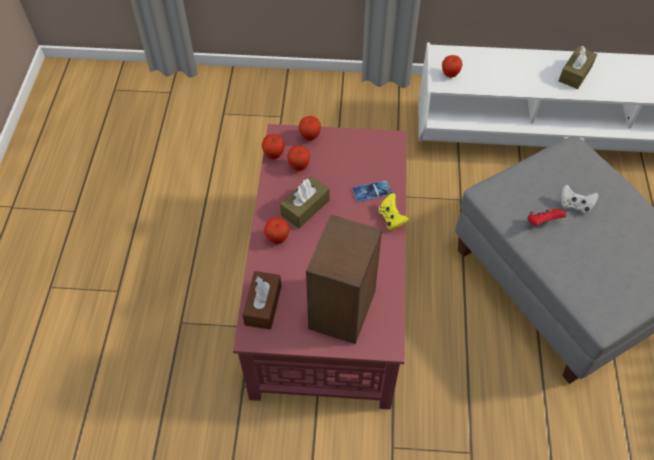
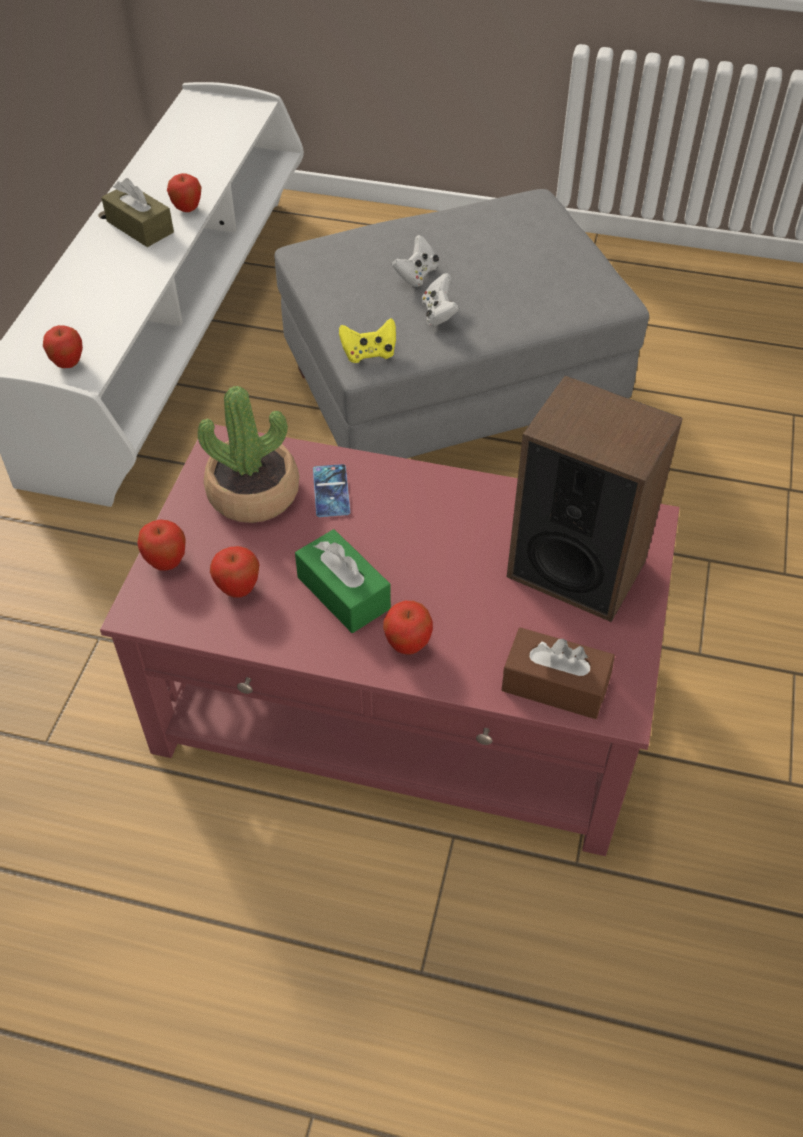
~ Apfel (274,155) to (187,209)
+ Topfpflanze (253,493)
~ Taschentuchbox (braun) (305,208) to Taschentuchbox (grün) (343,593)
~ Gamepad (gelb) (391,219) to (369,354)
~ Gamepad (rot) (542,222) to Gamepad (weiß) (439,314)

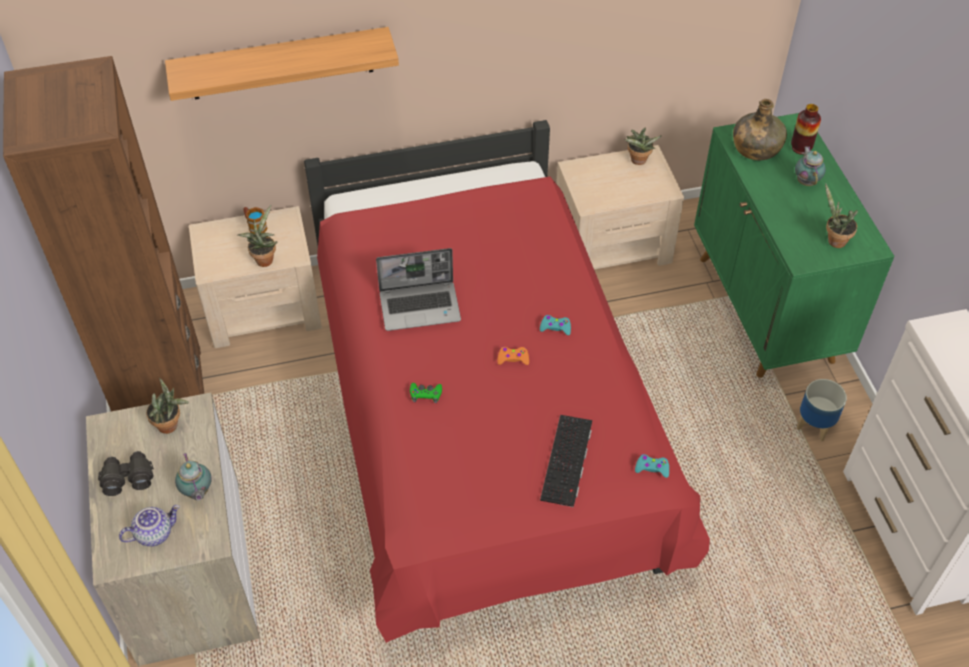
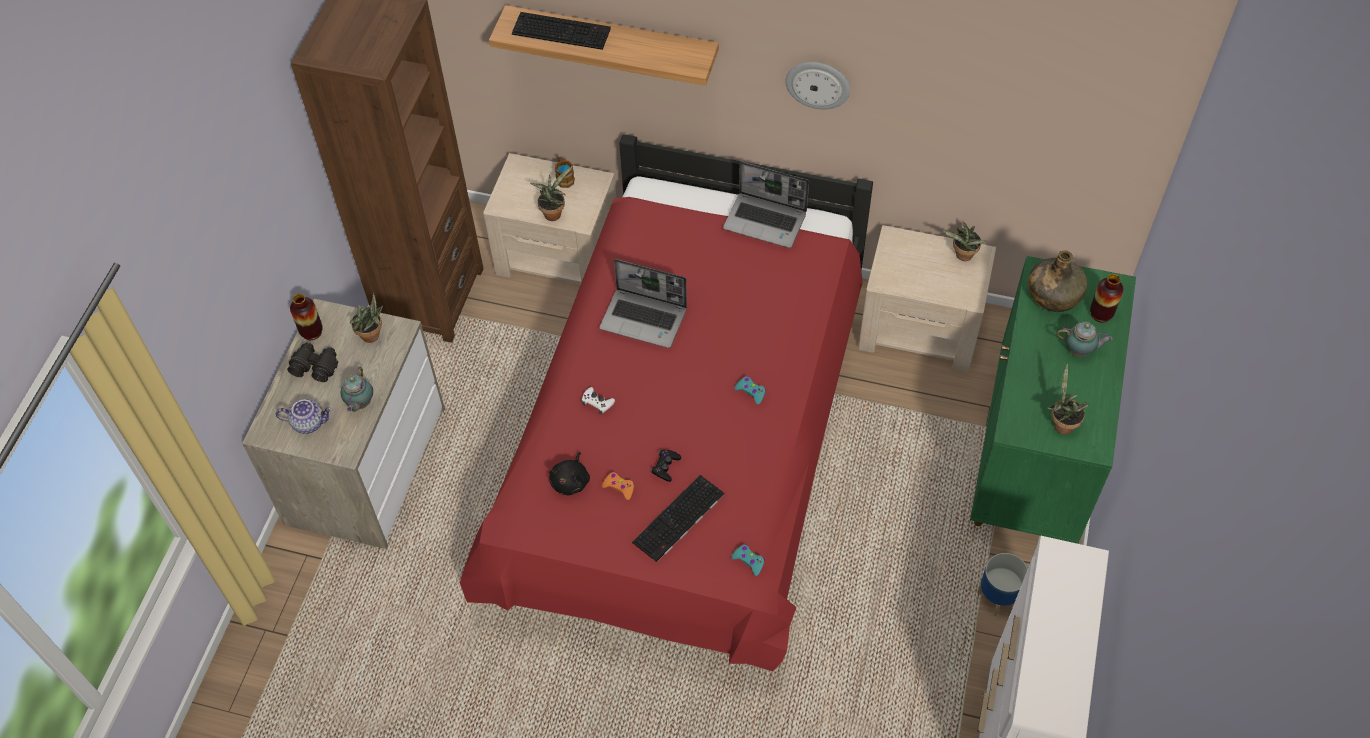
+ Vase (312,332)
+ Tastatur (562,30)
+ Plüschtier (schwarz) (571,481)
~ Gamepad (grün) (425,394) to Gamepad (weiß) (597,402)
~ Gamepad (orange) (513,358) to (619,487)
+ Gamepad (schwarz) (665,466)
+ Laptop (766,221)
+ Wanduhr (818,84)
~ Teekanne (806,181) = (1080,351) 75 degrees clockwise

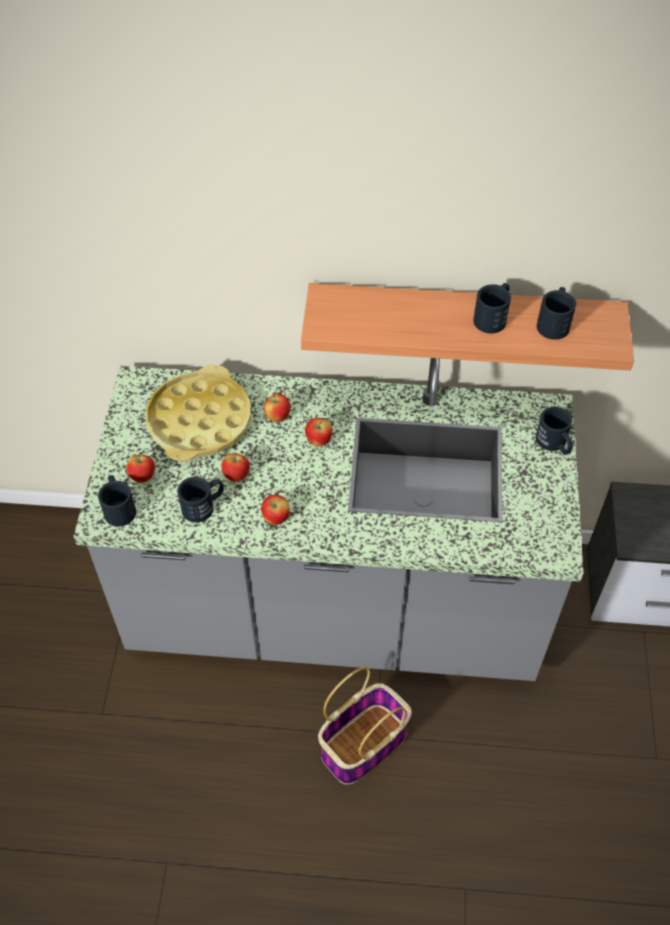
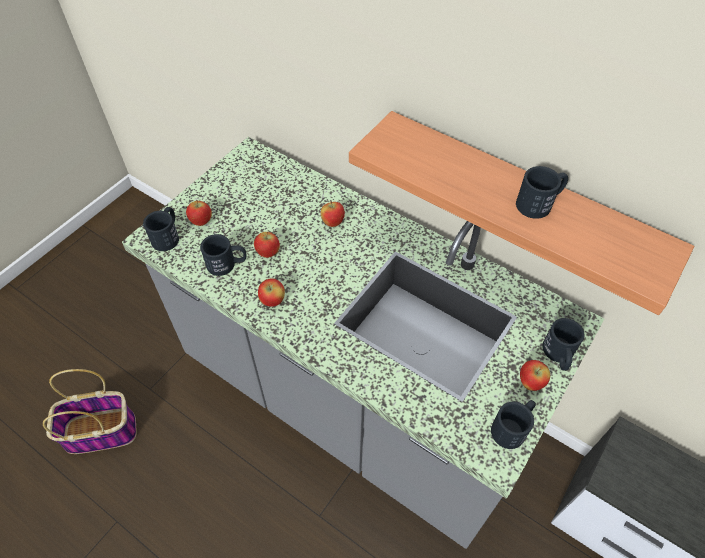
~ Korb (364,743) to (102,431)
~ Henkelbecher (schwarz) (554,322) to (513,427)
~ Apfel (318,441) to (530,382)
- Tablett (gelb) (199,421)

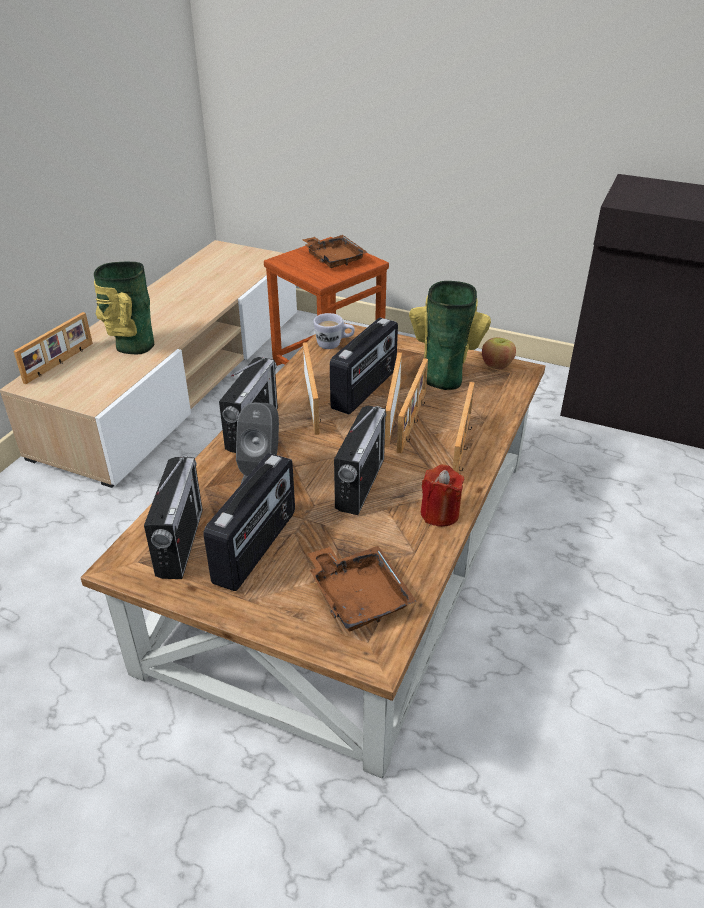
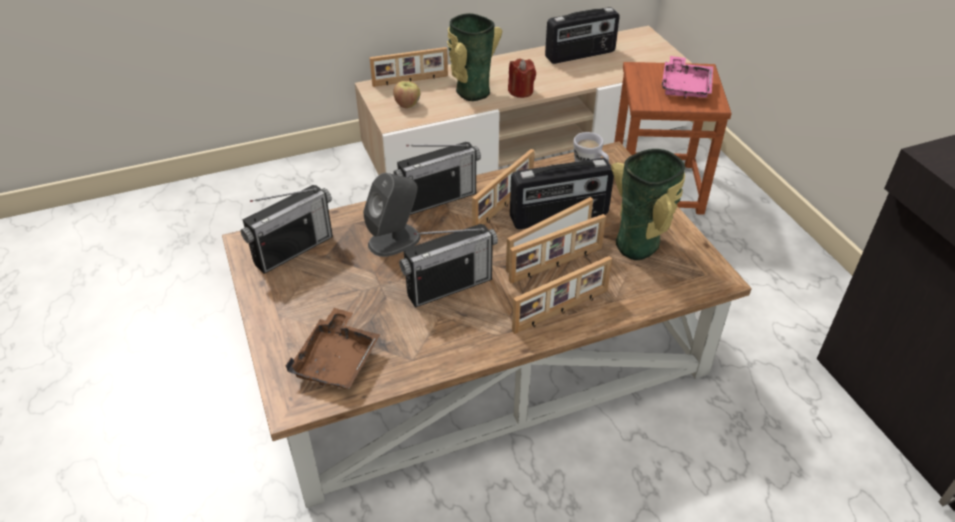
~ Apfel (496,365) to (407,104)
~ Kerze (rot) (439,514) to (521,91)
~ Radio (257,547) to (580,55)
~ Tablett (braun) (334,258) to Tablett (rosa) (685,86)

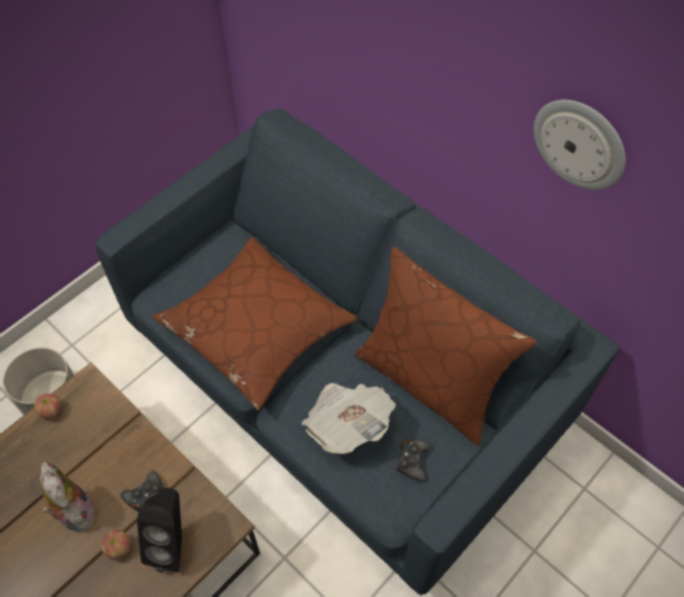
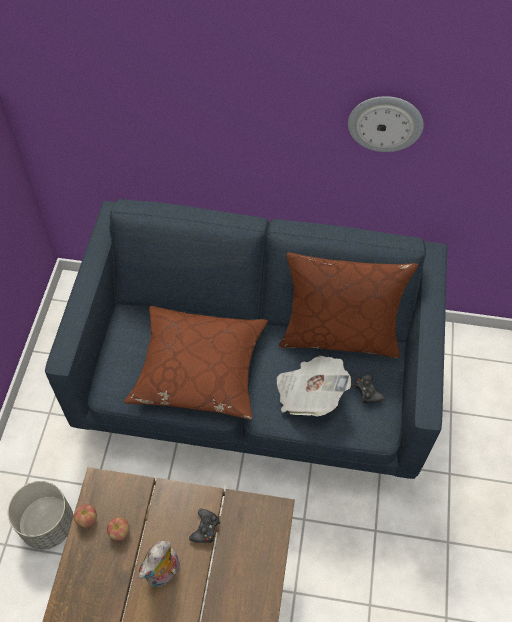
~ Apfel (119,548) to (120,532)
~ Plüschtier (74,511) = (164,573) 75 degrees counterclockwise
- Lautsprecher (schwarz) (173,542)

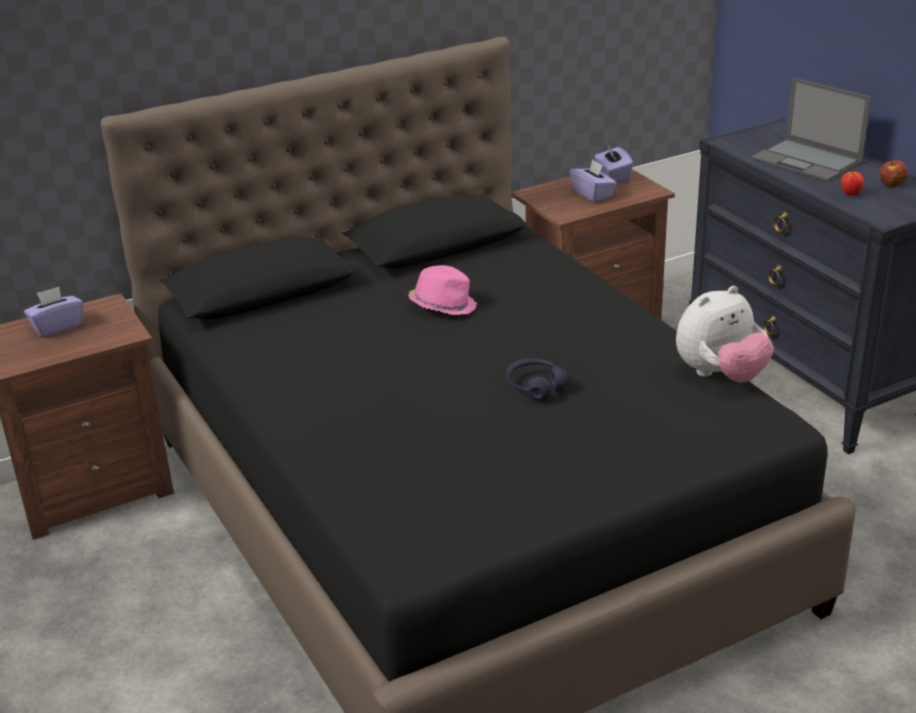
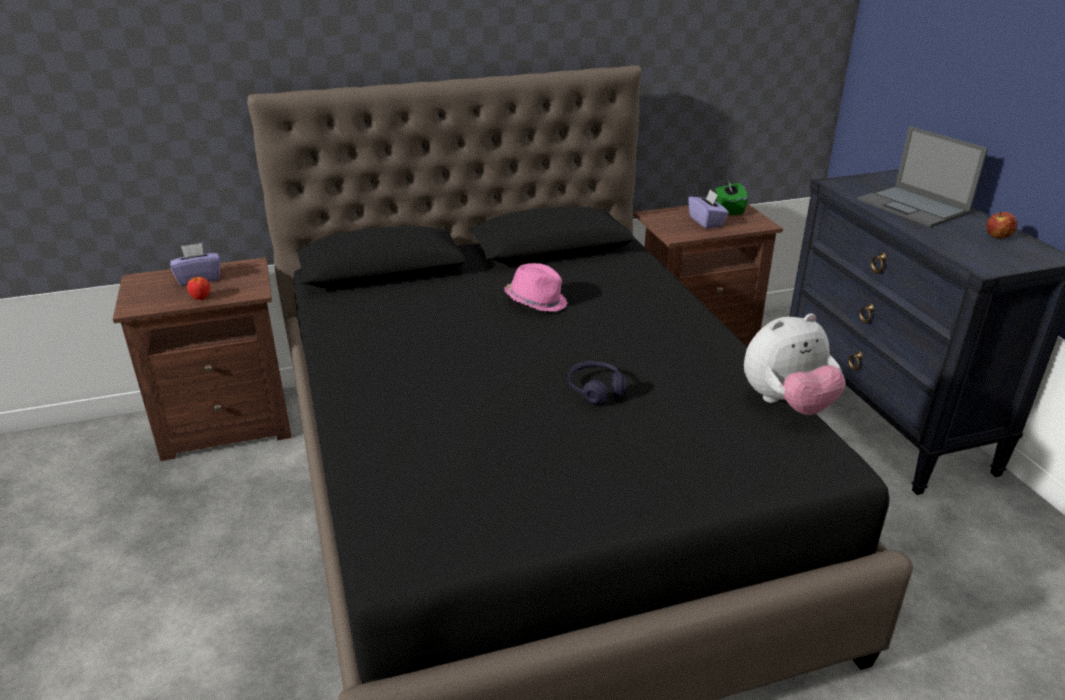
~ Apfel (850,194) to (201,298)
~ Taschentuchbox (lila) (612,177) to Taschentuchbox (grün) (729,209)

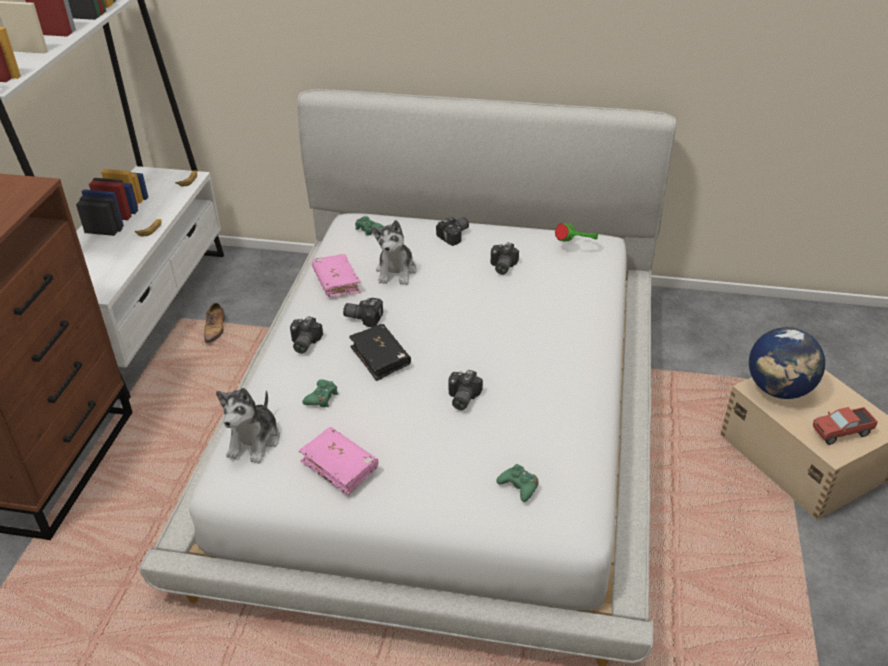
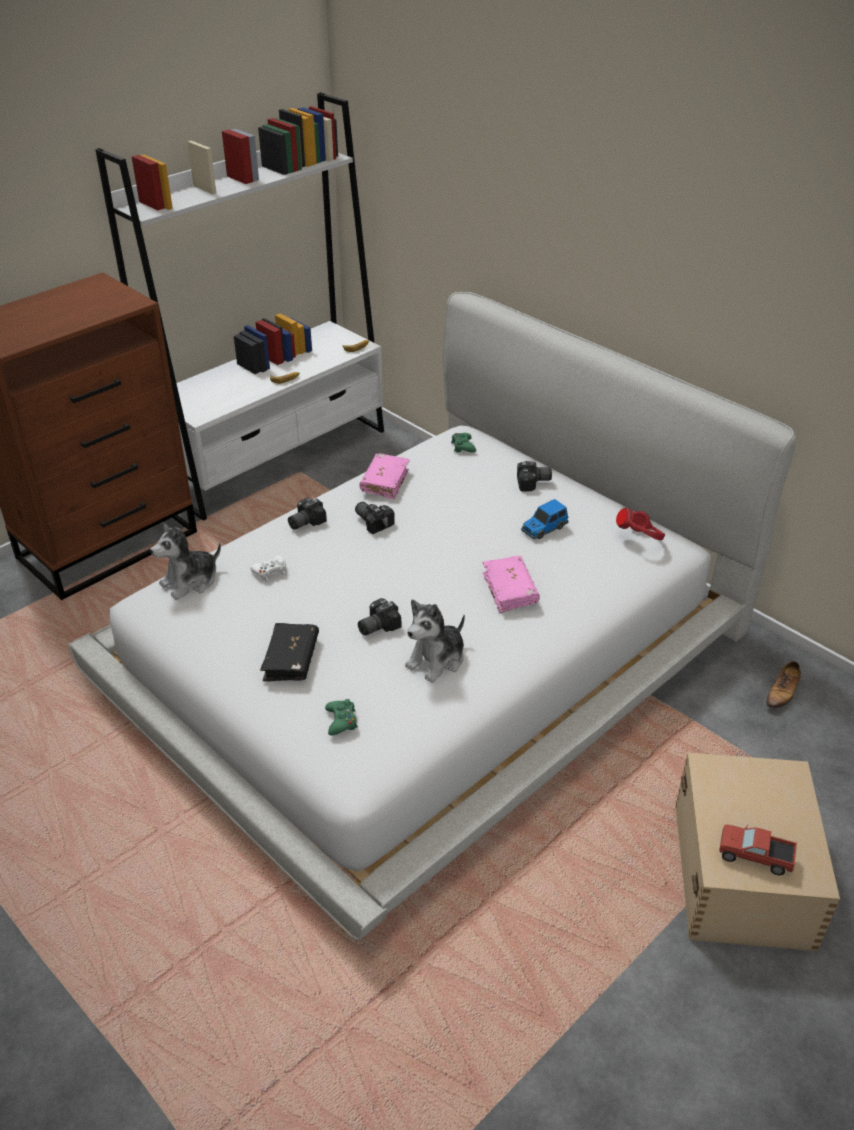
~ Gamepad (grün) (322,398) to Gamepad (weiß) (270,572)
~ Buch (schwarz) (380,358) to (291,659)
~ Plüschtier (396,271) to (437,660)
~ Buch (rosa) (339,466) to (510,590)
~ Kamera (501,266) to Spielzeugauto (543,528)
~ Kopfhörer (grün) (575,246) to Kopfhörer (rot) (640,540)
~ Schuh (215,329) to (782,692)
- Globus (778,390)

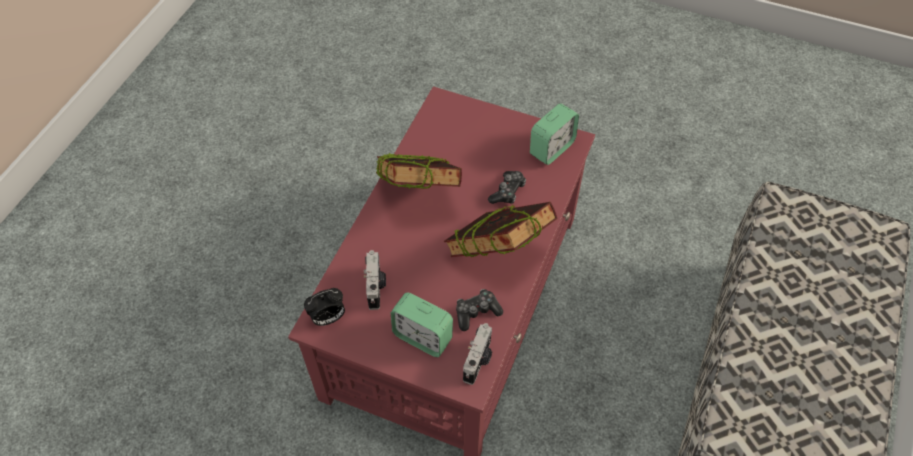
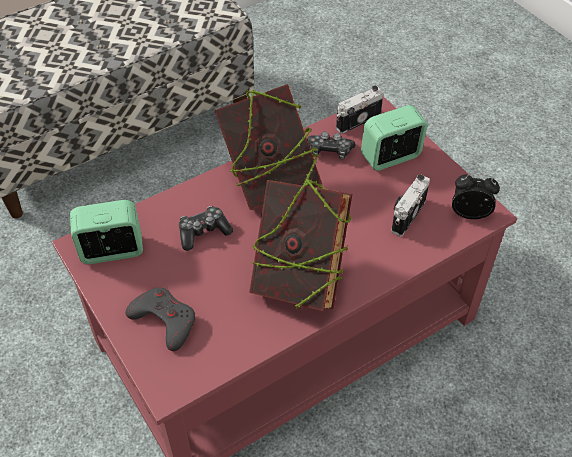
+ Gamepad (grau) (164,320)
~ Wecker (423,337) = (391,157) 90 degrees counterclockwise

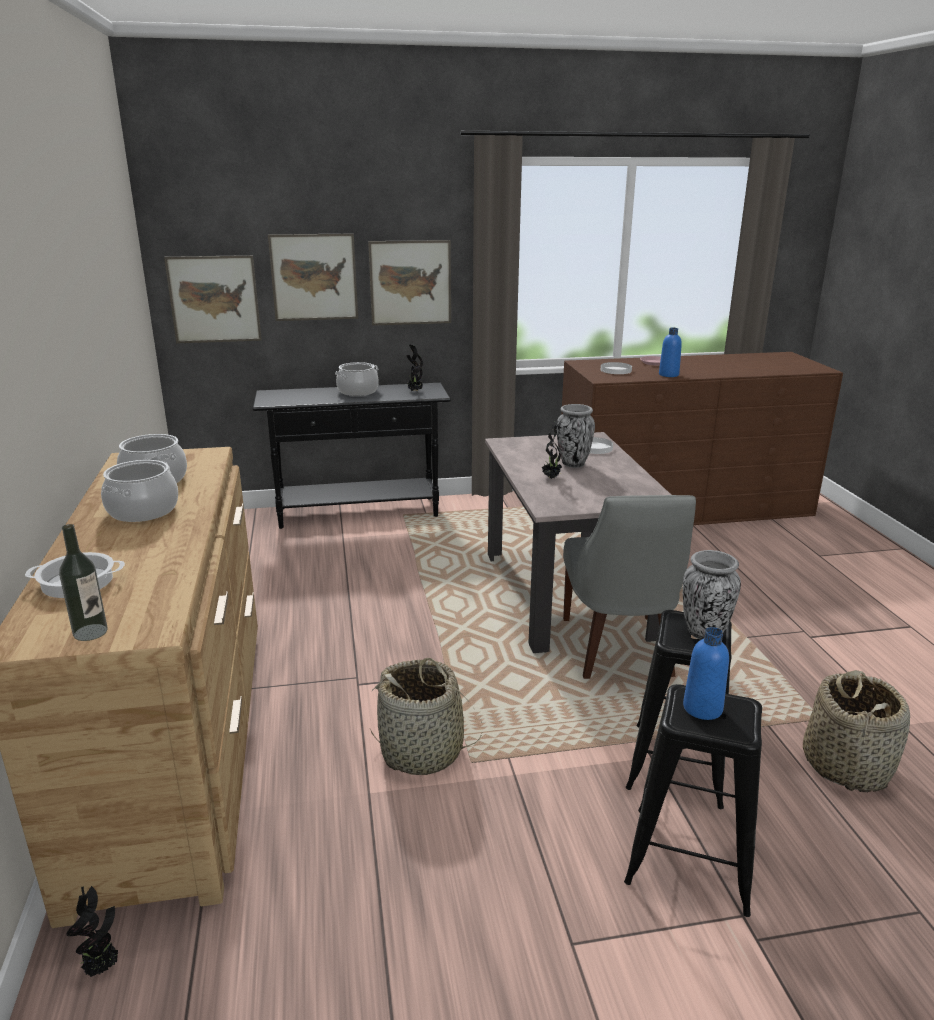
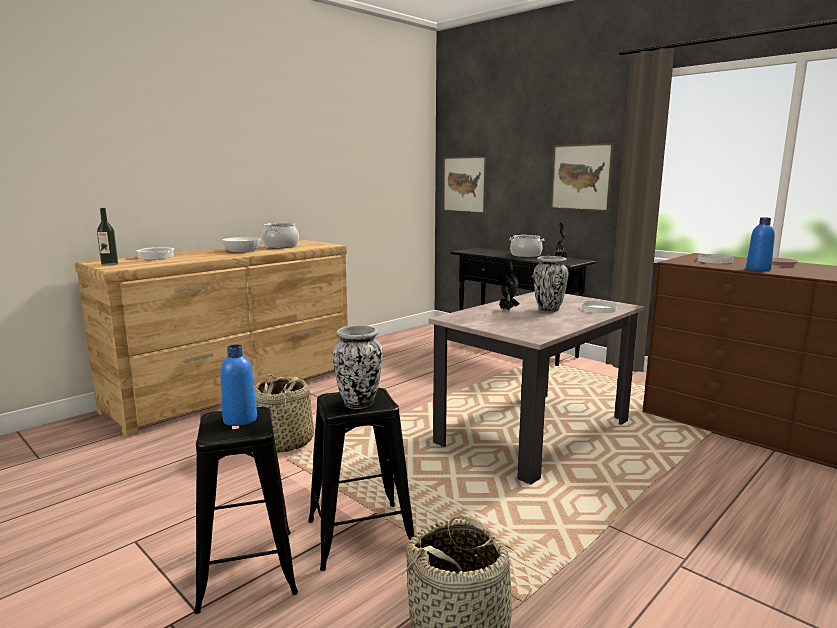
~ Kochtopf (143,511) to Schüssel (weiß) (242,250)
- Topfpflanze (103,967)
- Bild (314,277)
- Stuhl (grau) (618,651)

